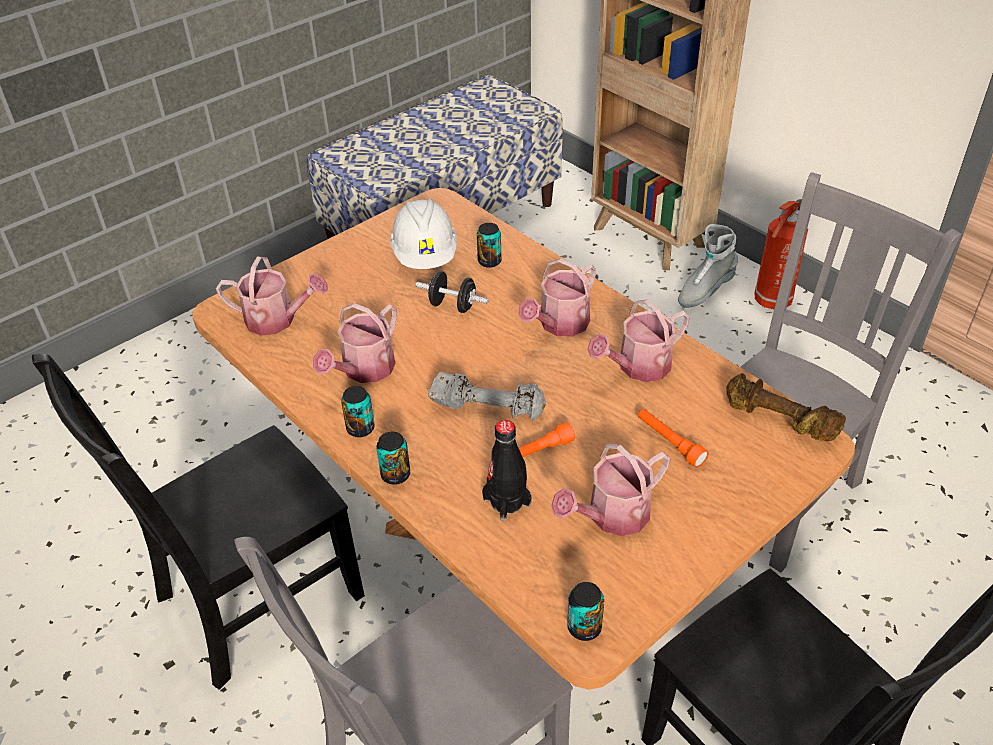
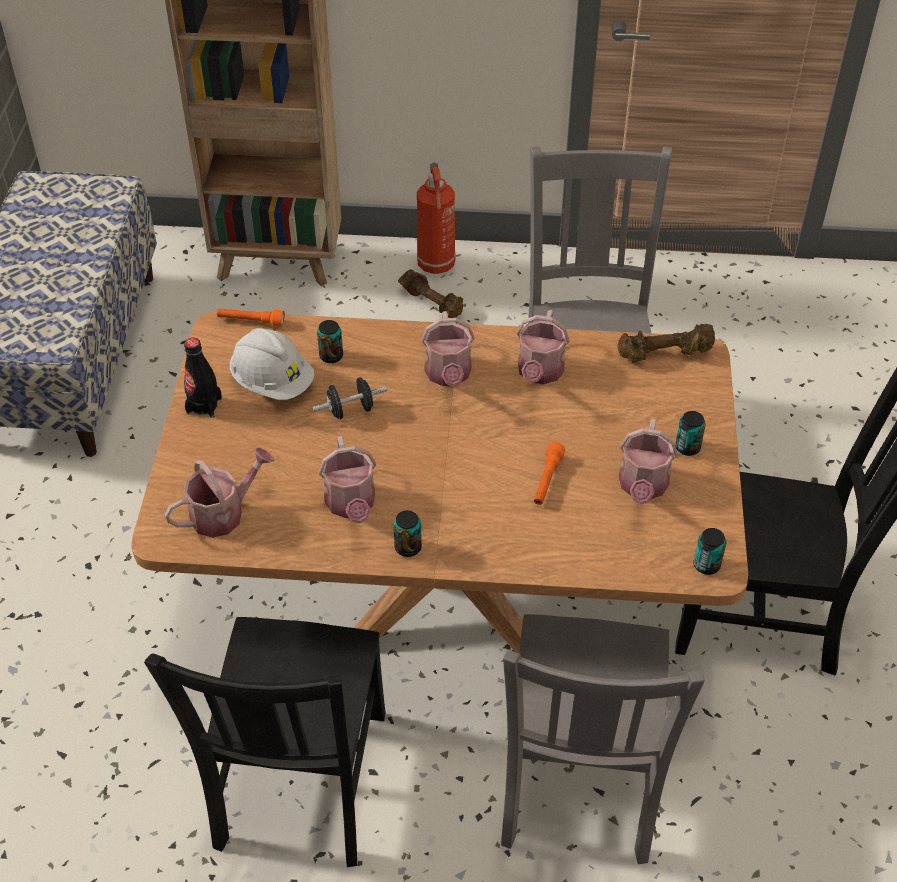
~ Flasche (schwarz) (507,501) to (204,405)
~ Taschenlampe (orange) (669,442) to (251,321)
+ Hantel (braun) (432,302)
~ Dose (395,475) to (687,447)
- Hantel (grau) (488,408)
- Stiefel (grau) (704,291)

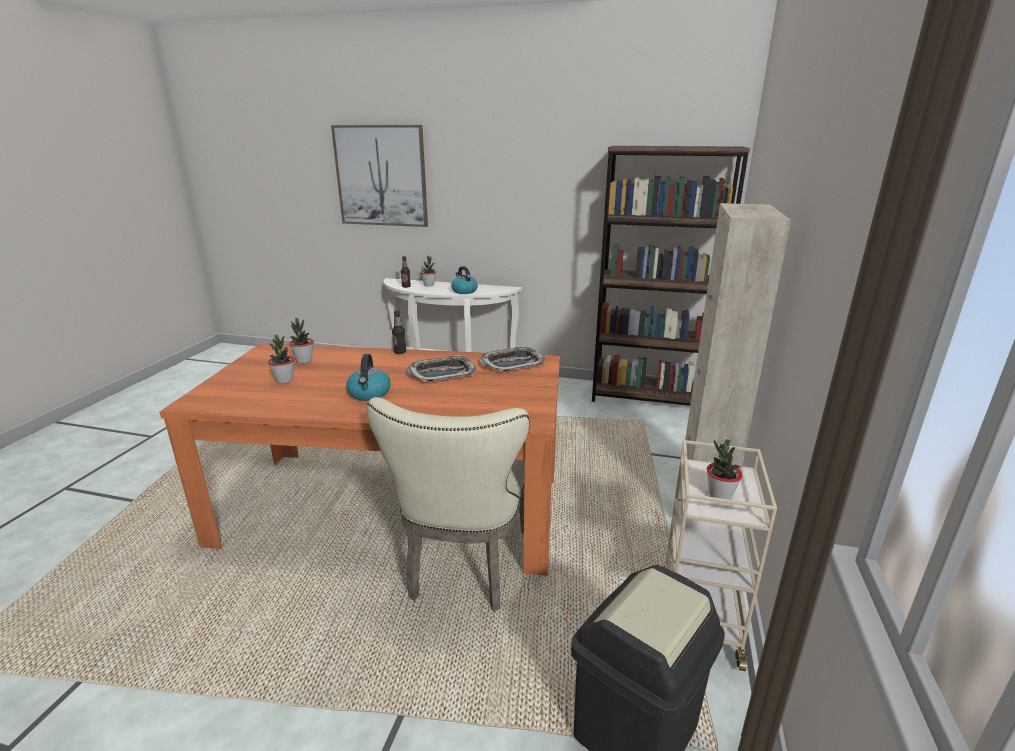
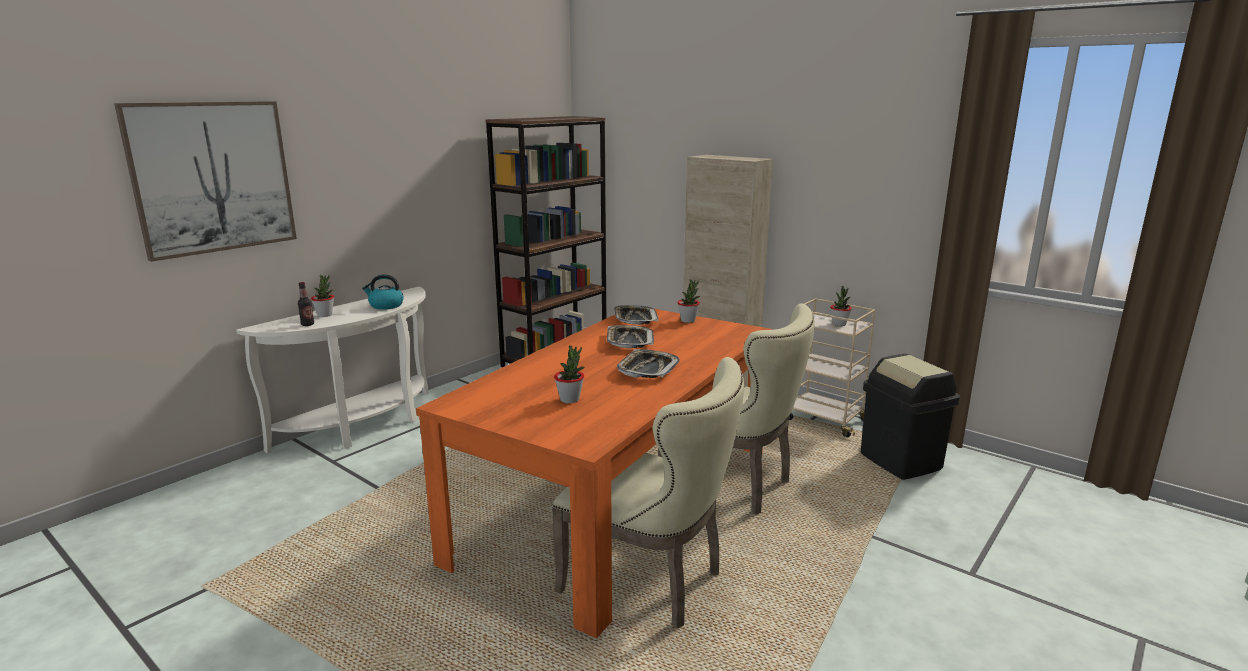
+ Stuhl (beige) (652,582)
~ Wasserkessel (369,393) to Tablett (647,369)
~ Topfpflanze (304,360) to (688,320)
- Flasche (400,352)

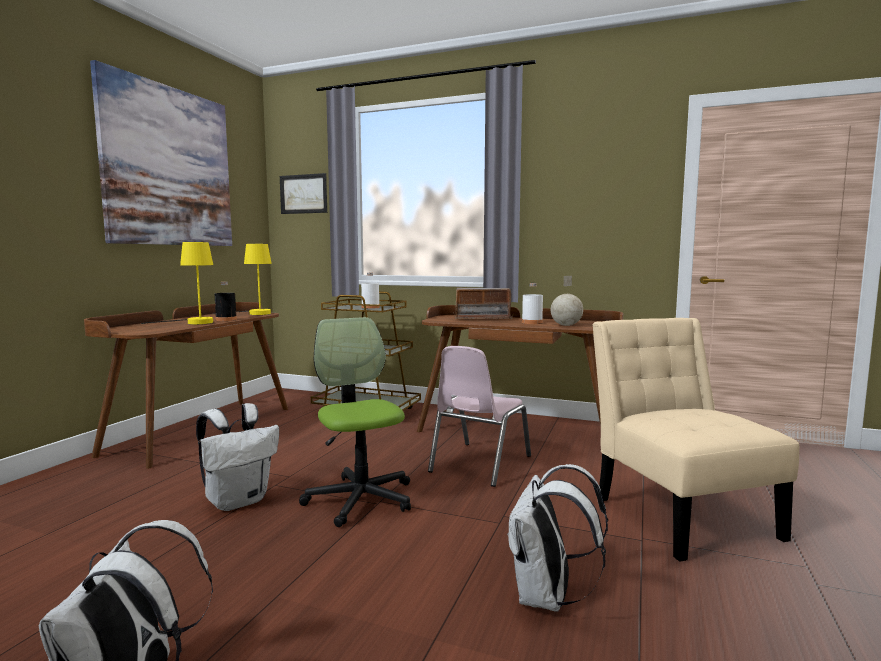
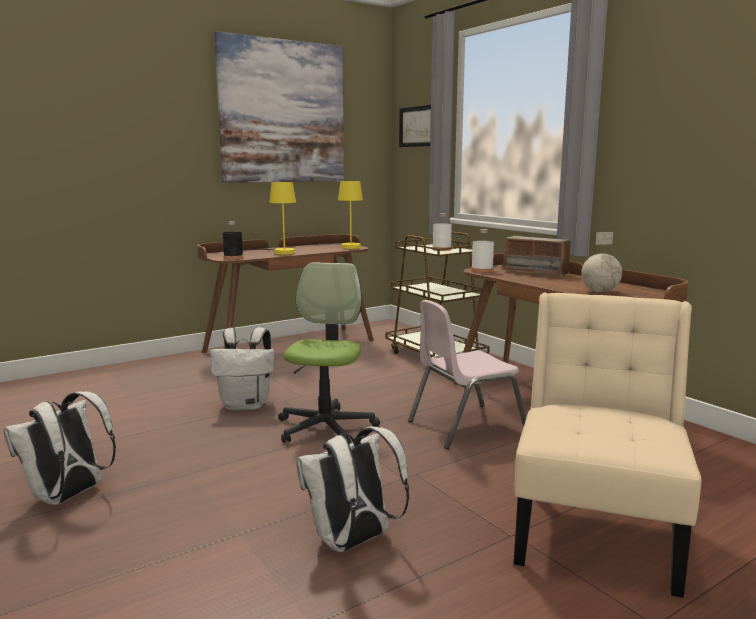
~ Flasche (schwarz) (226,319) to (233,258)
~ Flasche (weiß) (532,322) to (482,271)

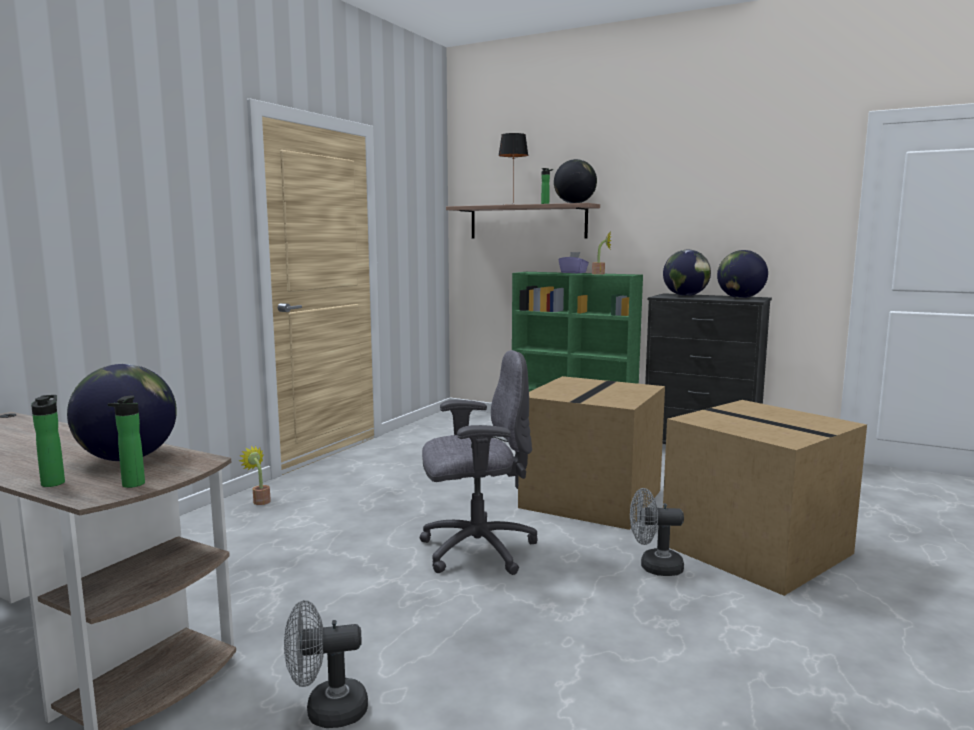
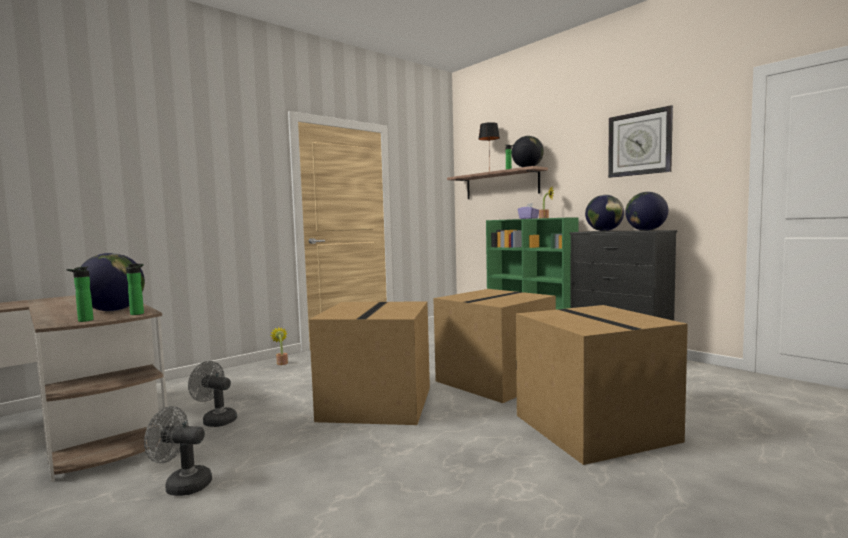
~ Flasche (54,482) to (138,313)
~ Ventilator (grau) (654,567) to (216,420)
~ Bürostuhl (grau) (476,550) to Karton (378,404)
+ Wanduhr (639,143)

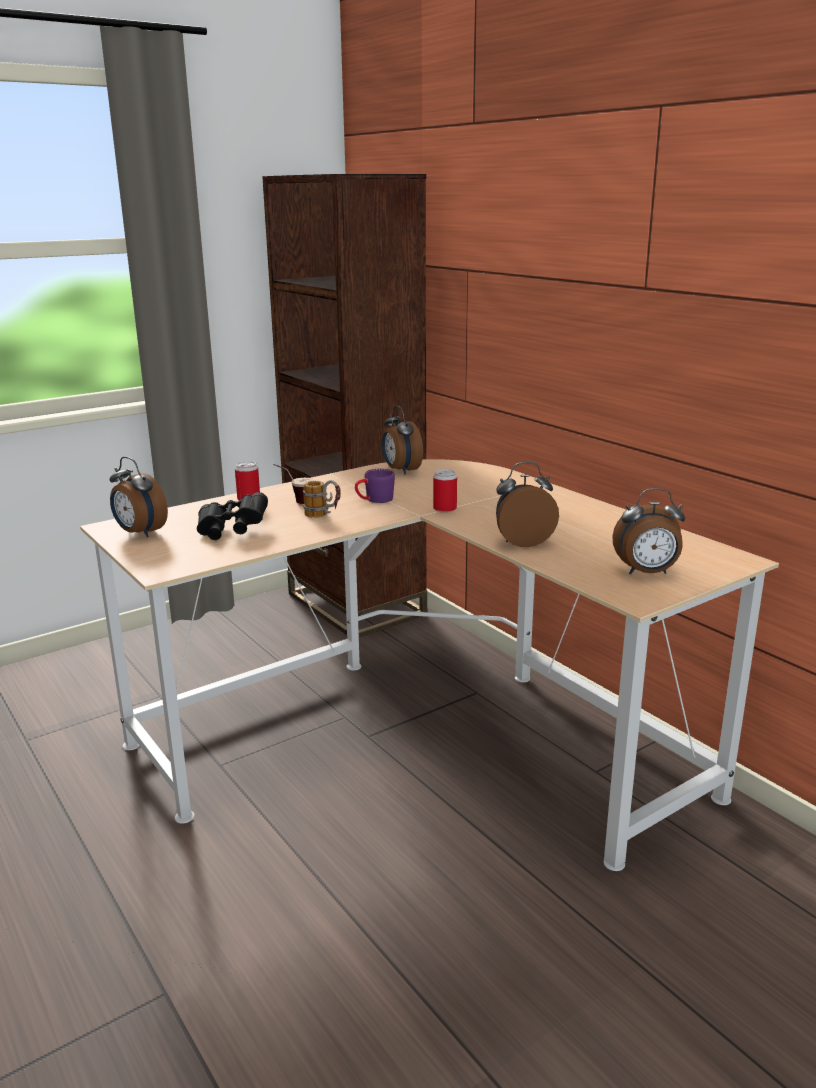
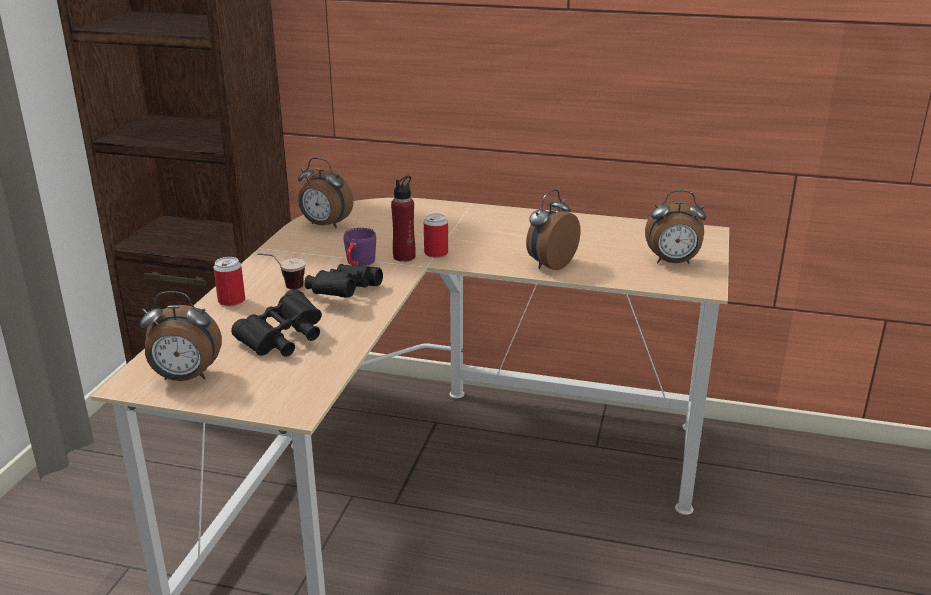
~ Henkelbecher (323,516) to Fernglas (schwarz) (342,294)
+ Flasche (rot) (404,257)
~ Wecker (647,573) = (672,262) 45 degrees clockwise

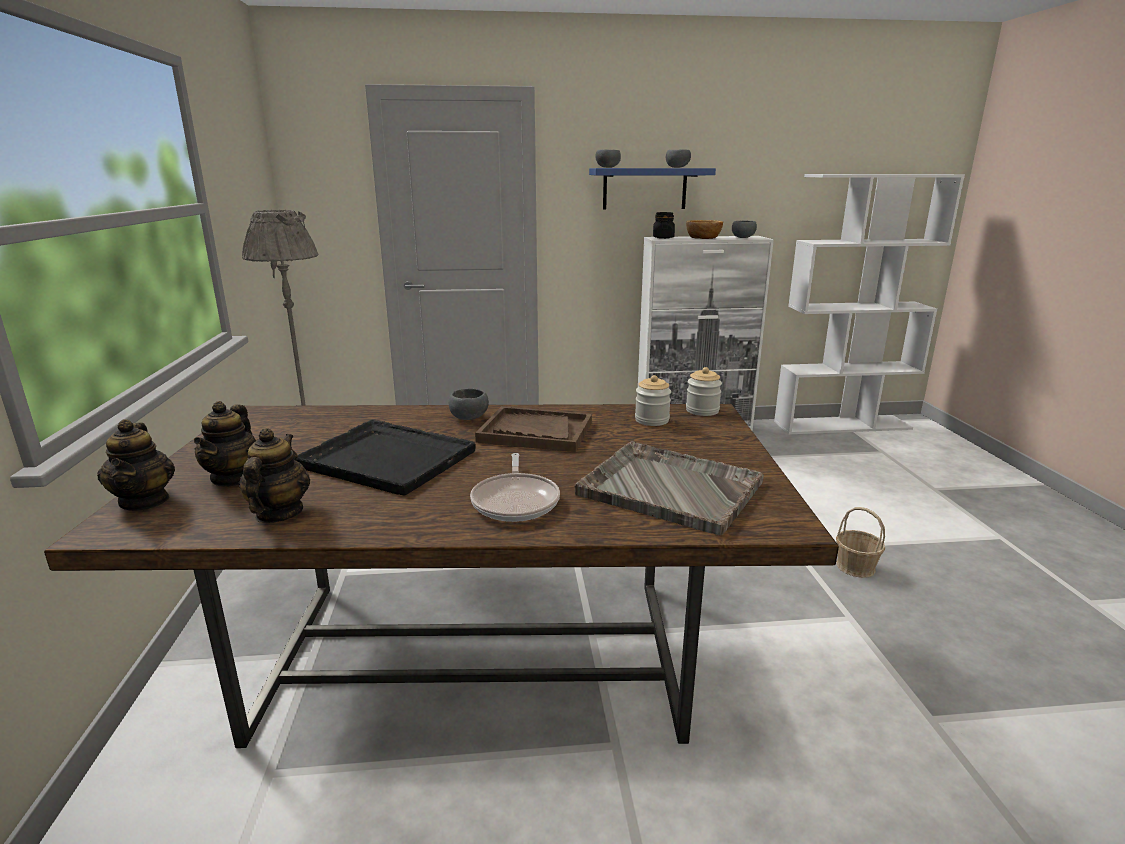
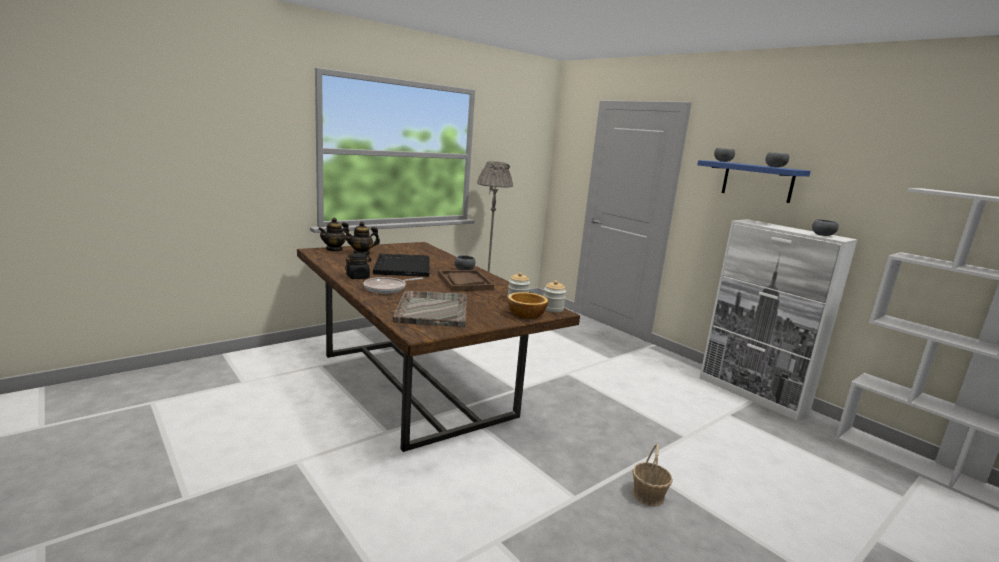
~ Vorratsglas (schwarz) (663,238) to (358,277)
~ Schüssel (703,238) to (525,314)
- Teekanne (278,513)

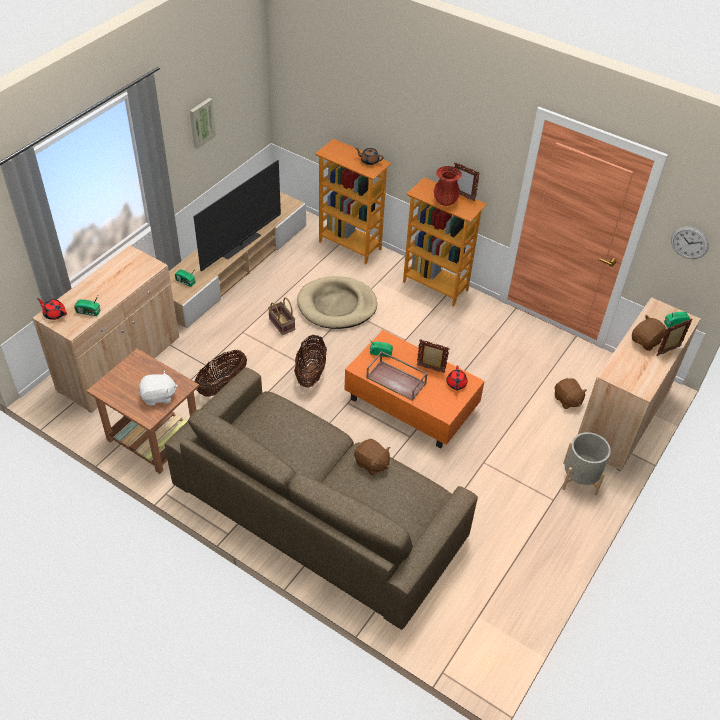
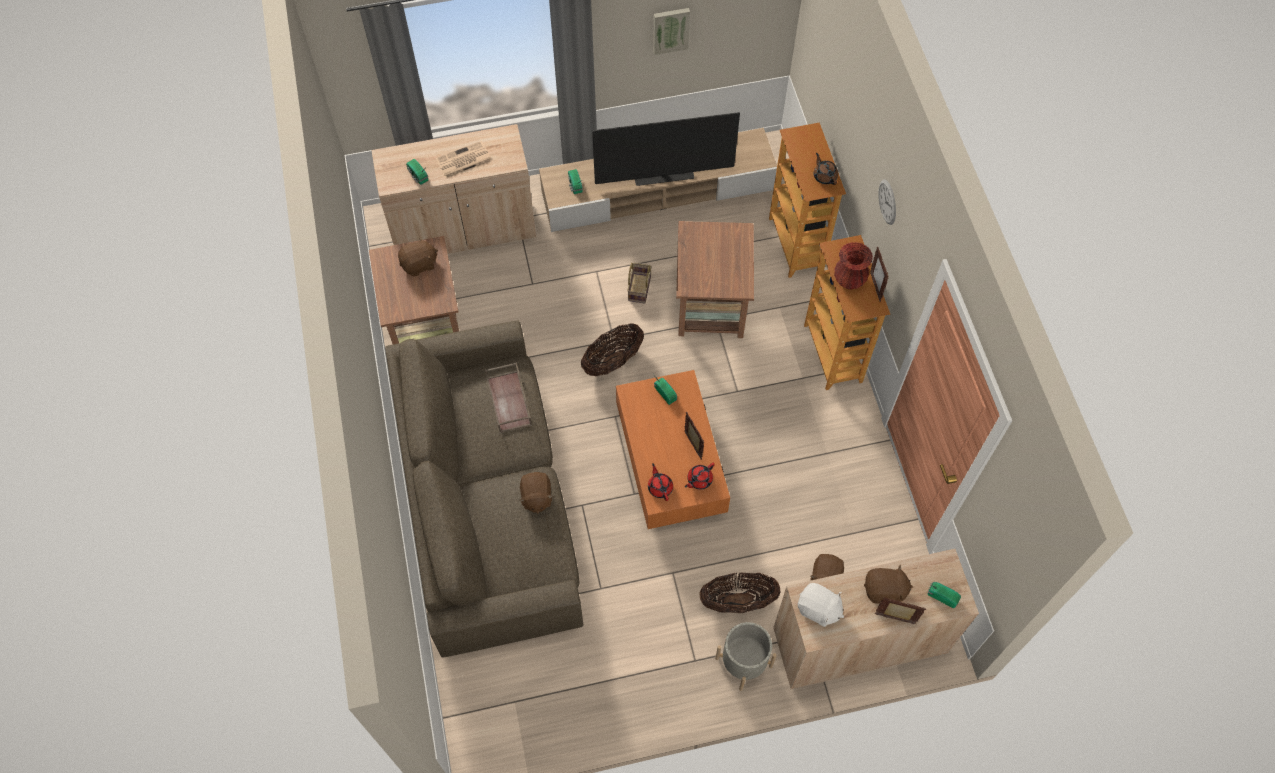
+ Plüschtier (braun) (419,264)
+ Zeitung (463,160)
~ Tablett (braun) (397,380) to (510,402)
~ Teekanne (rot) (54,314) to (660,487)
~ Hundebett (beige) (337,305) to Beistelltisch (braun) (711,305)
~ Korb (222,385) to (738,600)
~ Plüschtier (weiß) (158,396) to (818,609)
~ Wanduhr (689,242) to (887,202)

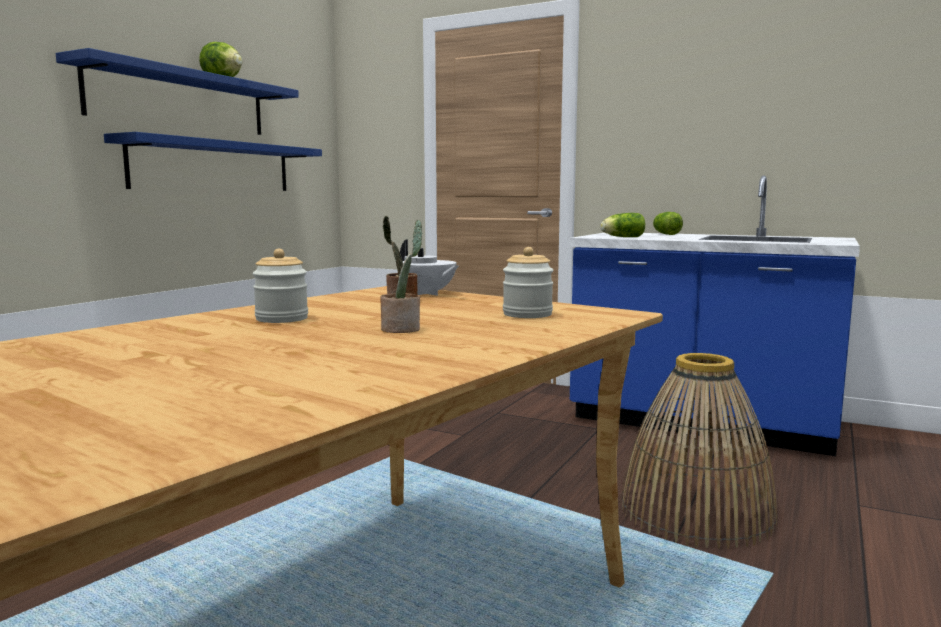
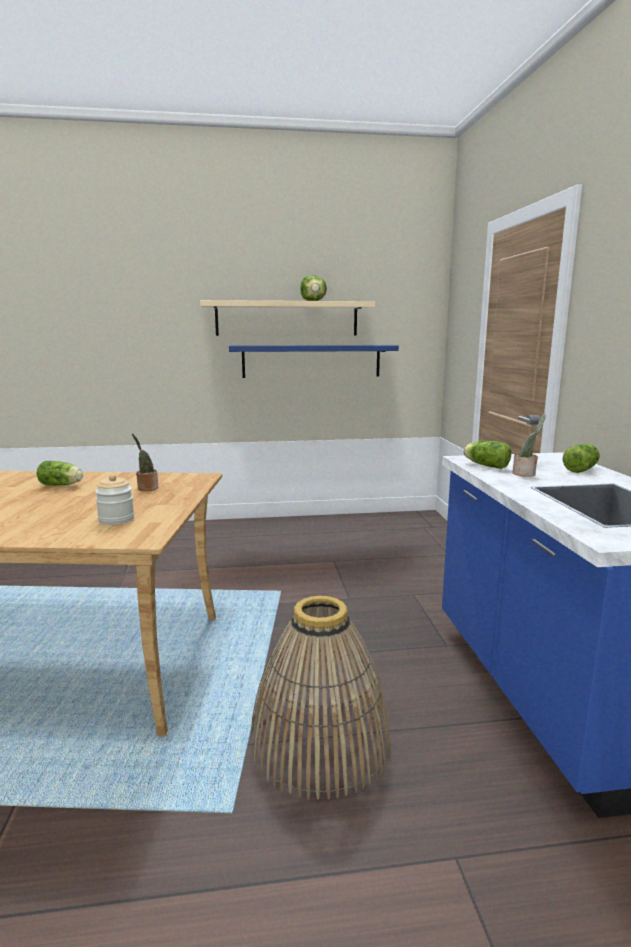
~ Vorratsglas (282,319) to Salatkopf (62,485)
~ Wandregal (blau) (181,101) to Wandregal (beige) (287,318)
~ Topfpflanze (403,329) to (525,474)
- Teekanne (weiß) (427,294)

